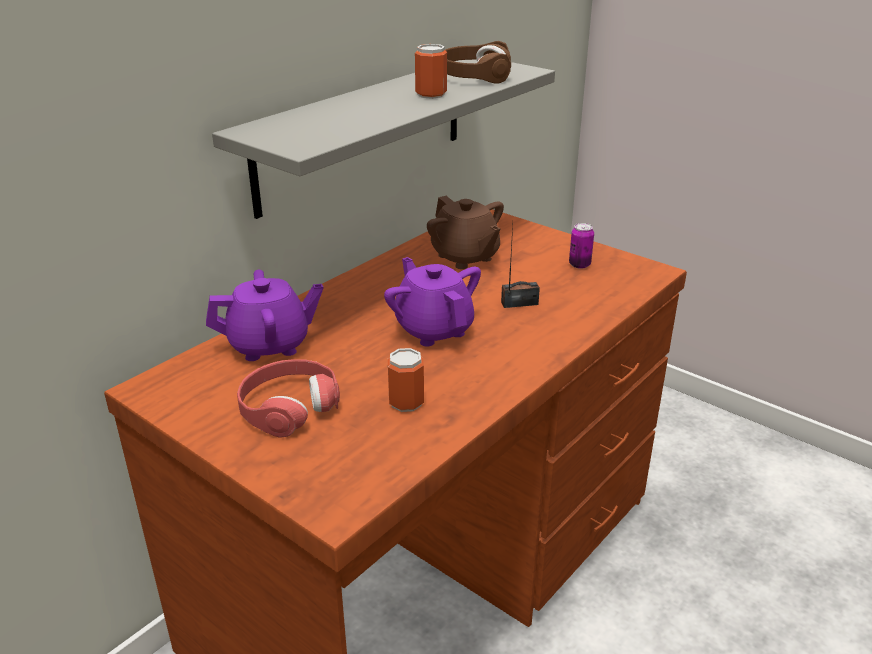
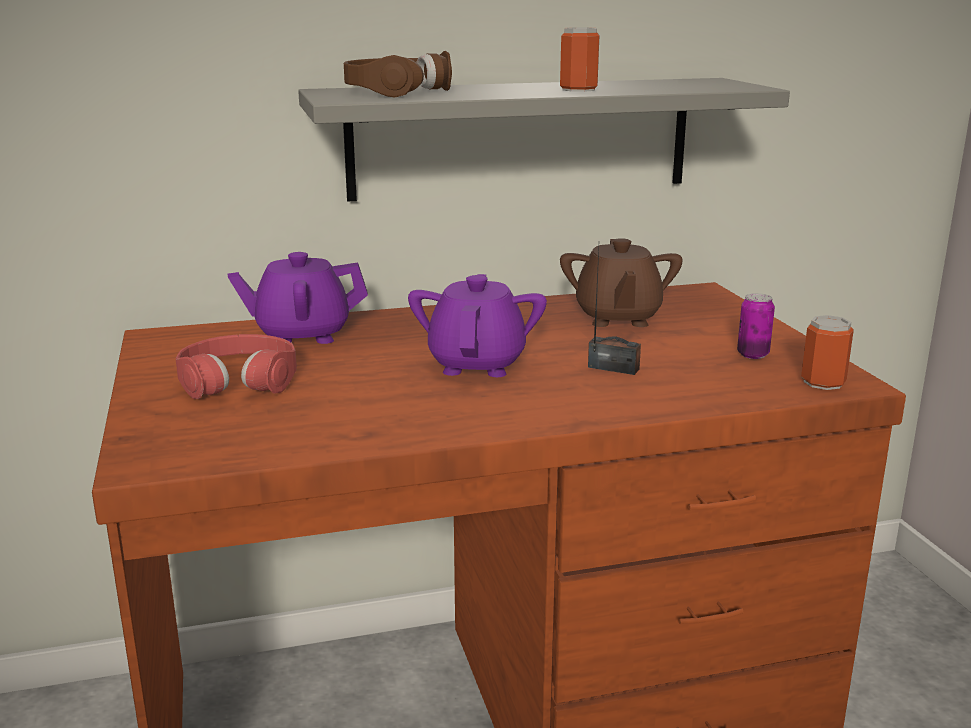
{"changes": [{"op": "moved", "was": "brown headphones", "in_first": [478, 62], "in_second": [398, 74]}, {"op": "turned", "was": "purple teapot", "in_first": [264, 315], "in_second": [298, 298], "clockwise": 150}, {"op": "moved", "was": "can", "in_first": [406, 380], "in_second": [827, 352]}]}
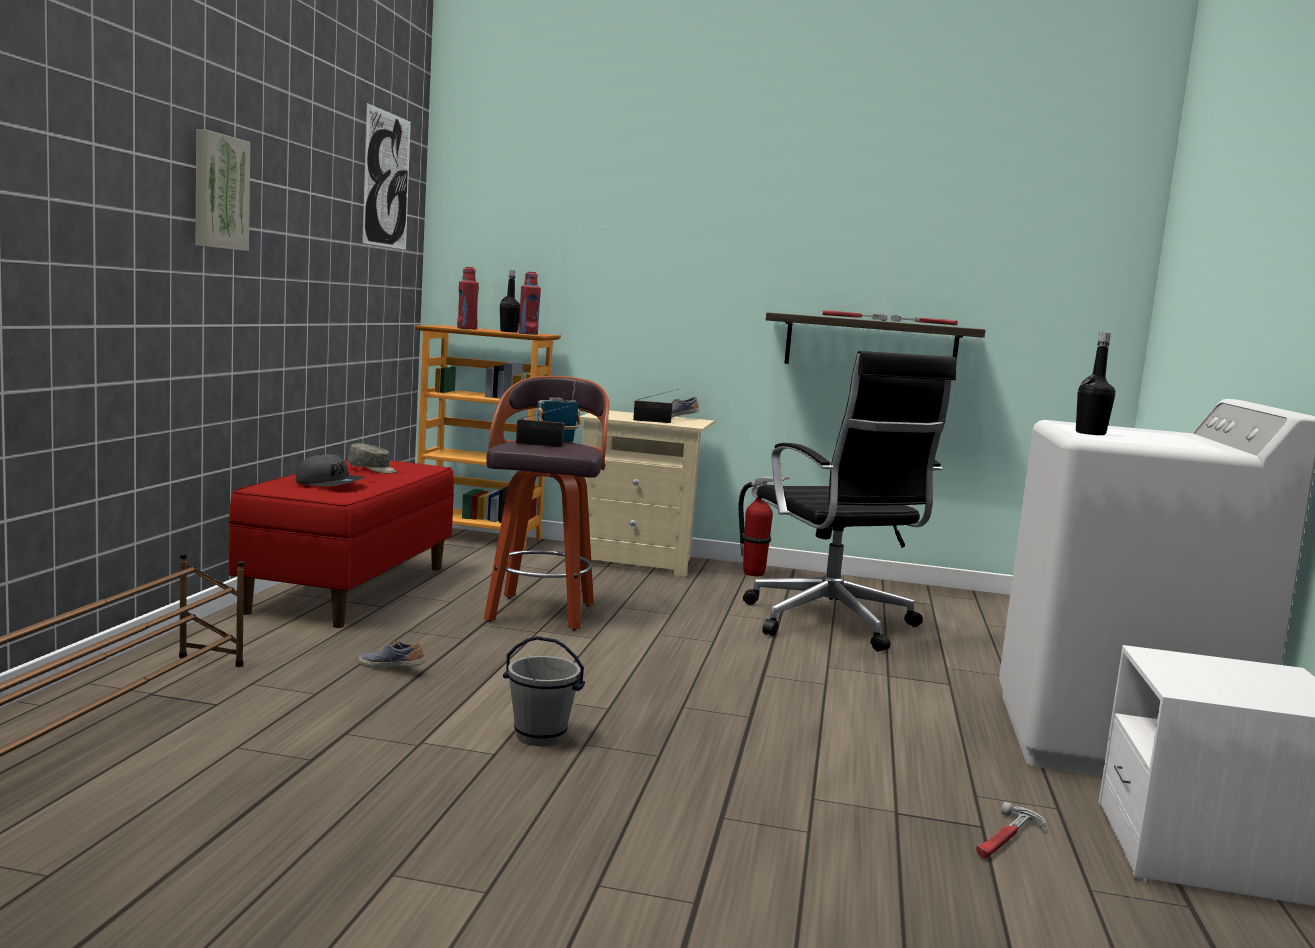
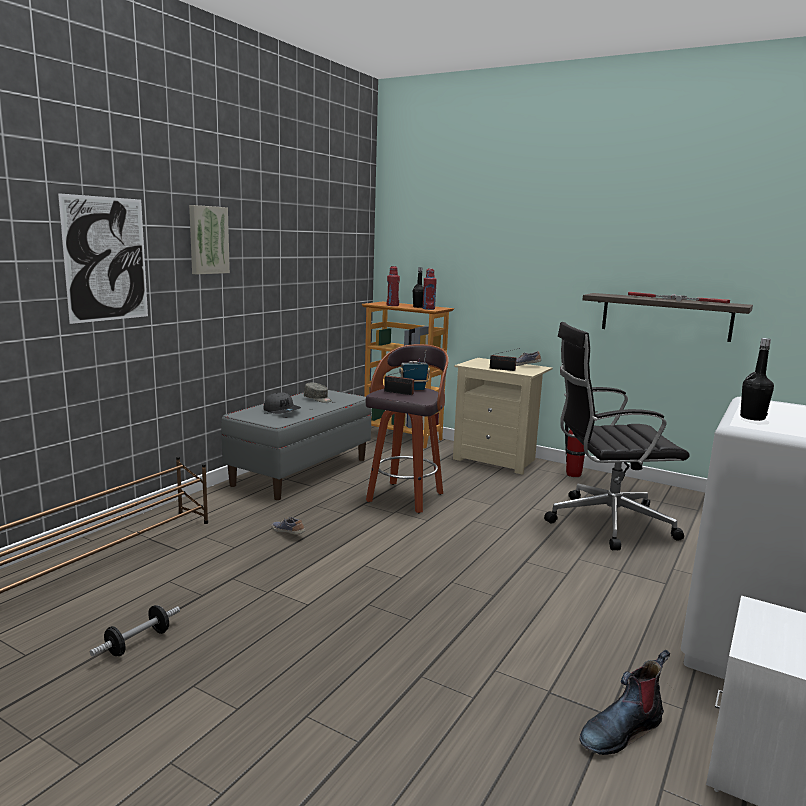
{"changes": [{"op": "moved", "was": "picture", "in_first": [386, 176], "in_second": [103, 258]}, {"op": "turned", "was": "black office chair", "in_first": [850, 501], "in_second": [617, 436], "clockwise": 90}, {"op": "recoloured", "was": "red bench", "now": "grey bench", "in_first": [341, 543], "in_second": [296, 445]}, {"op": "removed", "was": "grey bucket", "in_first": [544, 691]}, {"op": "replaced", "was": "hammer", "now": "boot", "in_first": [1011, 830], "in_second": [625, 702]}, {"op": "added", "now": "dumbbell", "in_second": [135, 631]}]}
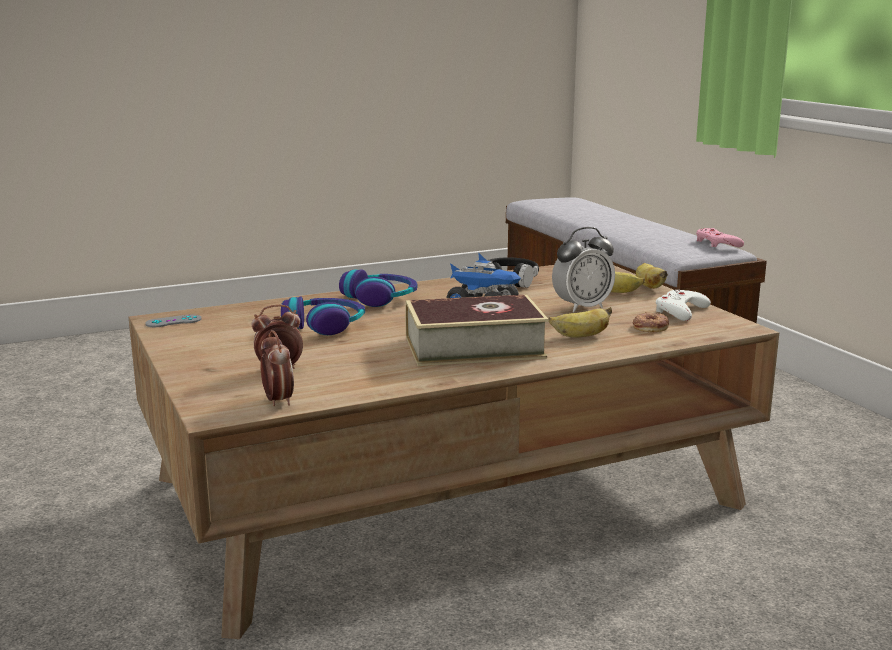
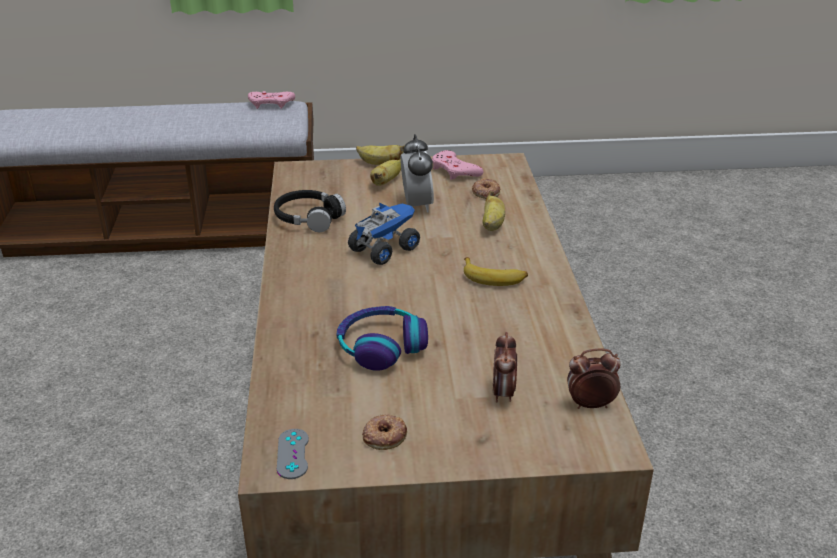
{"changes": [{"op": "removed", "was": "headphones", "in_first": [378, 288]}, {"op": "recoloured", "was": "white game controller", "now": "pink game controller", "in_first": [683, 305], "in_second": [458, 165]}, {"op": "replaced", "was": "book", "now": "banana", "in_first": [477, 330], "in_second": [496, 271]}, {"op": "added", "now": "donut", "in_second": [384, 432]}]}
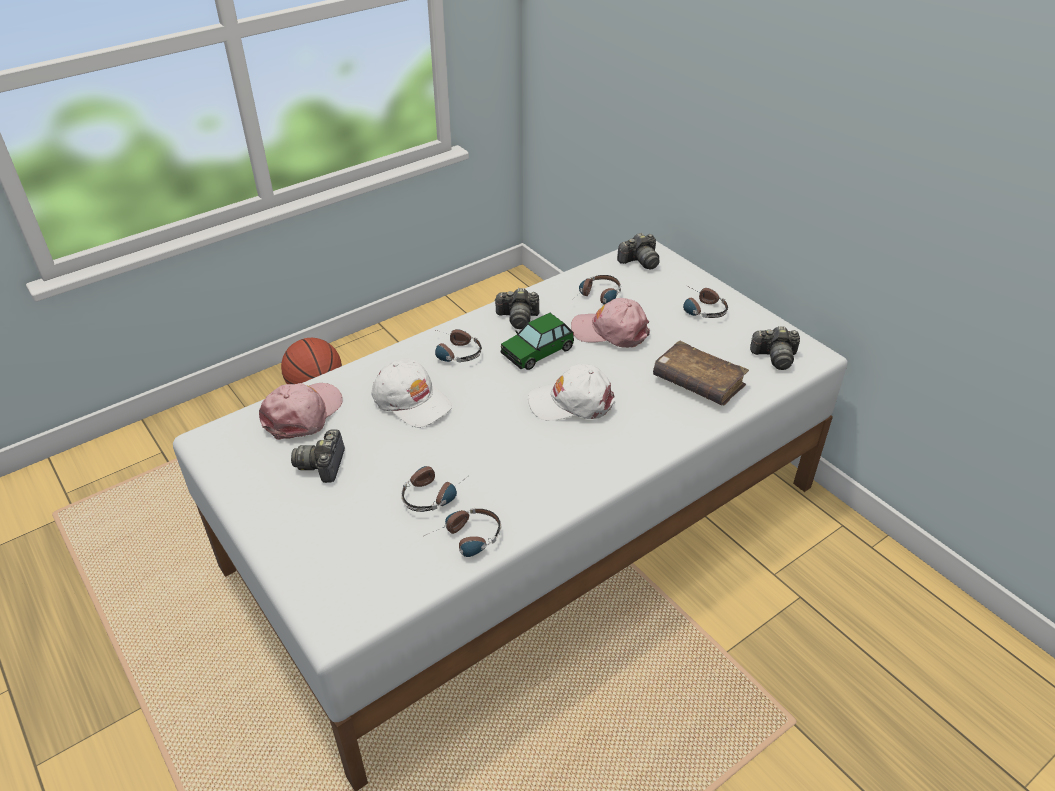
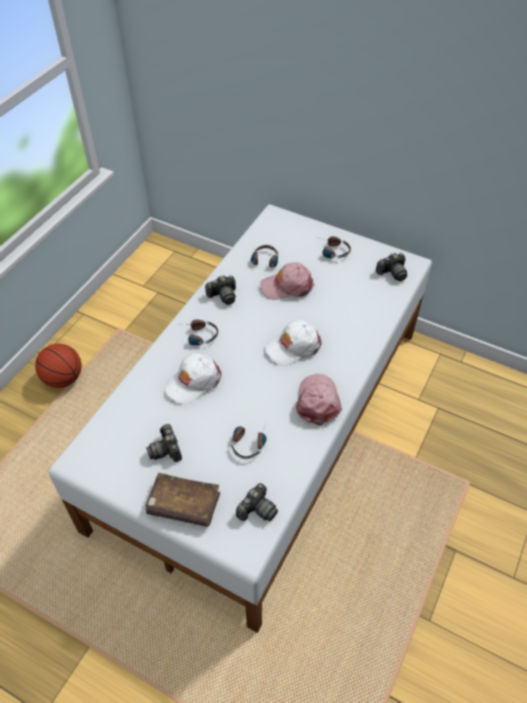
{"changes": [{"op": "moved", "was": "photo camera", "in_first": [638, 251], "in_second": [257, 502]}, {"op": "removed", "was": "toy car", "in_first": [537, 341]}, {"op": "moved", "was": "brown book", "in_first": [701, 373], "in_second": [183, 500]}, {"op": "turned", "was": "white cap", "in_first": [411, 393], "in_second": [193, 379], "clockwise": 120}, {"op": "moved", "was": "pink cap", "in_first": [301, 411], "in_second": [319, 400]}, {"op": "removed", "was": "headphones", "in_first": [462, 532]}]}
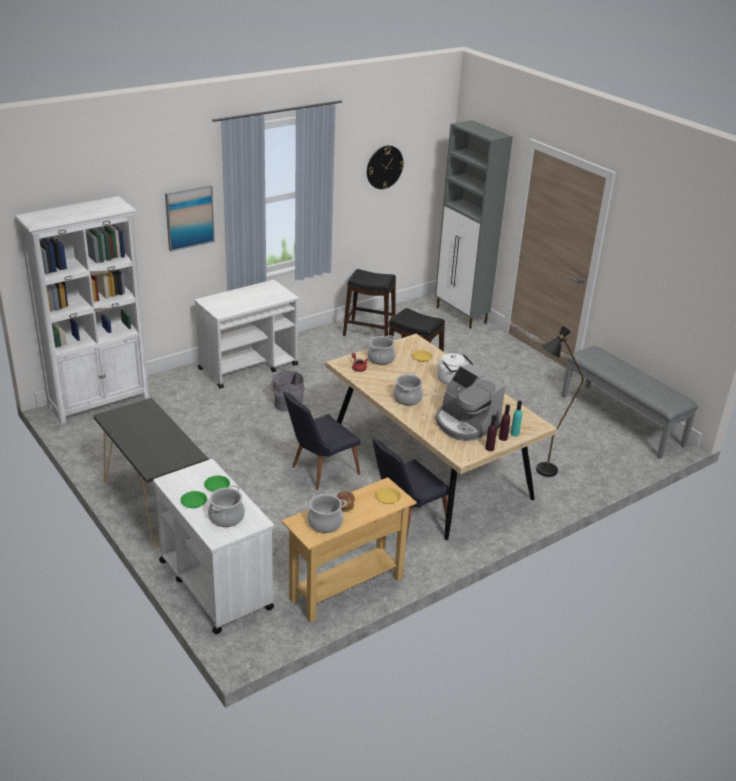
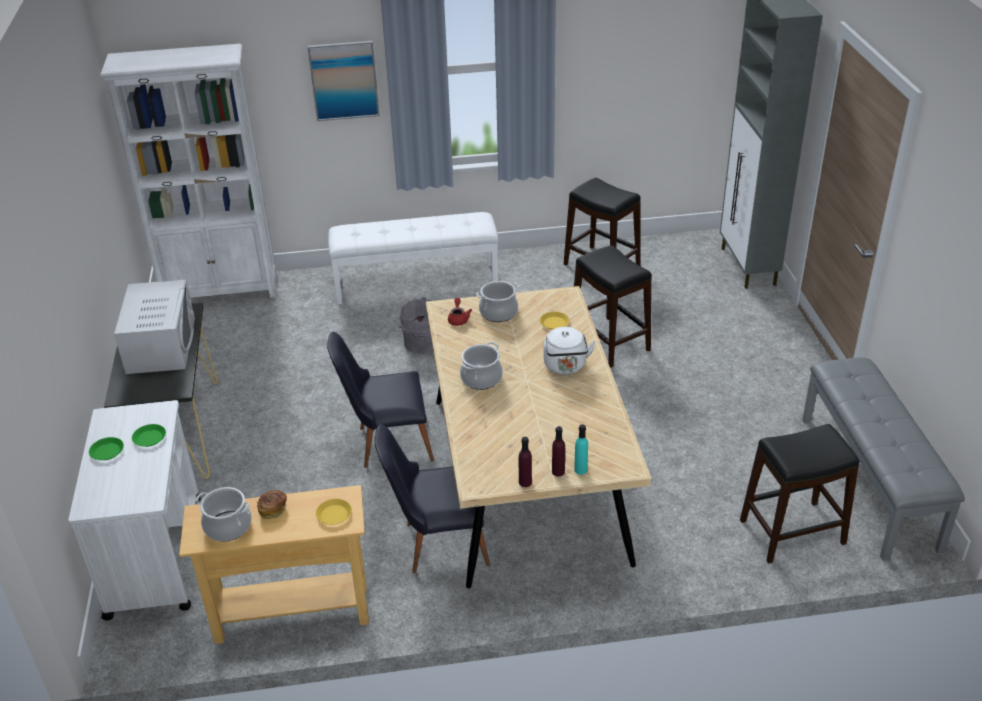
{"changes": [{"op": "removed", "was": "wall clock", "in_first": [385, 167]}, {"op": "replaced", "was": "white cart", "now": "white bench", "in_first": [247, 334], "in_second": [413, 258]}, {"op": "removed", "was": "black floor lamp", "in_first": [560, 401]}, {"op": "removed", "was": "coffee machine", "in_first": [470, 402]}, {"op": "removed", "was": "cooking pot", "in_first": [226, 506]}, {"op": "added", "now": "white microwave", "in_second": [154, 327]}, {"op": "added", "now": "black stool", "in_second": [800, 494]}]}
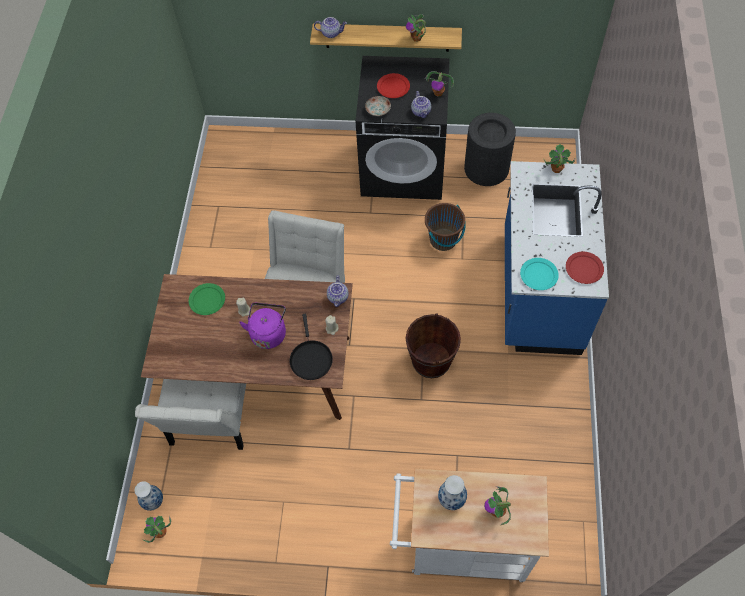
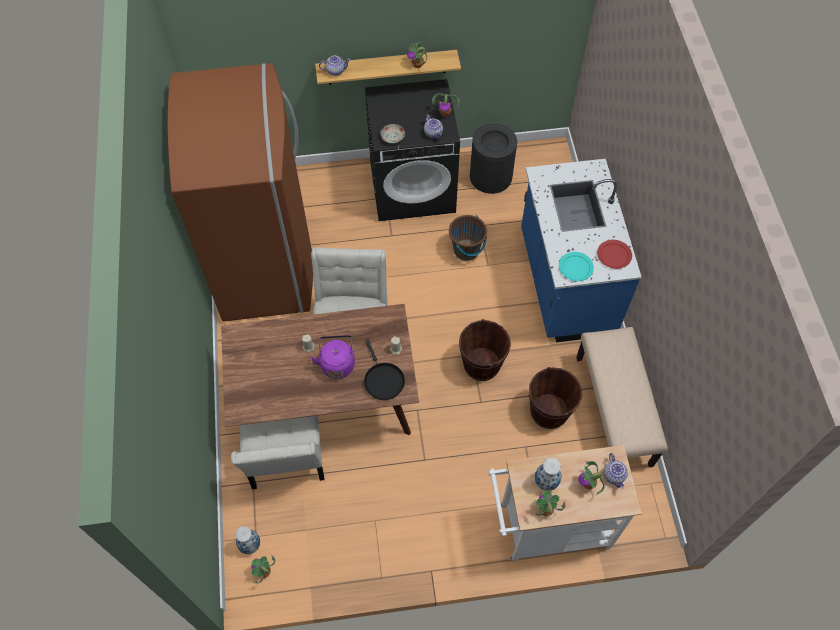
{"changes": [{"op": "removed", "was": "red plate", "in_first": [393, 85]}, {"op": "moved", "was": "potted plant", "in_first": [559, 158], "in_second": [548, 503]}, {"op": "moved", "was": "teapot", "in_first": [338, 291], "in_second": [616, 471]}, {"op": "removed", "was": "green plate", "in_first": [207, 299]}, {"op": "added", "now": "brown fridge", "in_second": [240, 192]}, {"op": "added", "now": "beige bench", "in_second": [622, 397]}, {"op": "added", "now": "brown bucket", "in_second": [555, 398]}]}
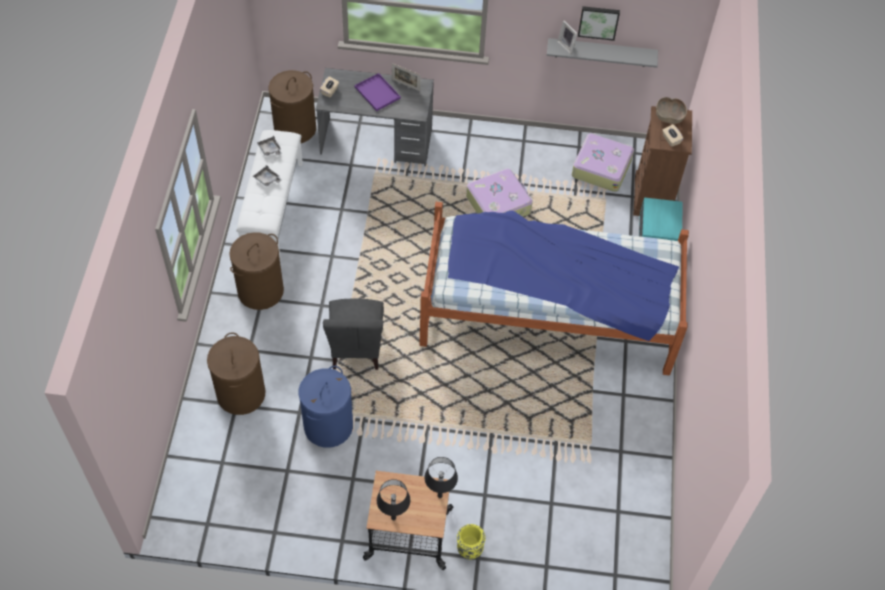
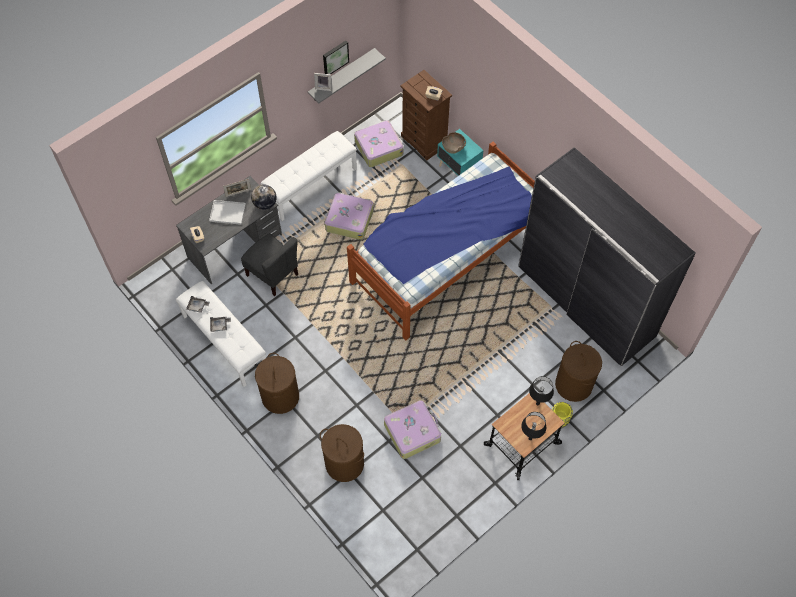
{"changes": [{"op": "moved", "was": "brown laundry basket", "in_first": [292, 106], "in_second": [578, 371]}, {"op": "recoloured", "was": "purple tray", "now": "white tray", "in_first": [377, 92], "in_second": [227, 212]}, {"op": "moved", "was": "brown bowl", "in_first": [671, 110], "in_second": [454, 143]}, {"op": "moved", "was": "grey chair", "in_first": [353, 334], "in_second": [269, 264]}, {"op": "replaced", "was": "blue laundry basket", "now": "suitcase", "in_first": [325, 407], "in_second": [413, 429]}, {"op": "added", "now": "white bench", "in_second": [308, 176]}, {"op": "added", "now": "grey wardrobe", "in_second": [607, 256]}, {"op": "added", "now": "globe", "in_second": [264, 197]}]}
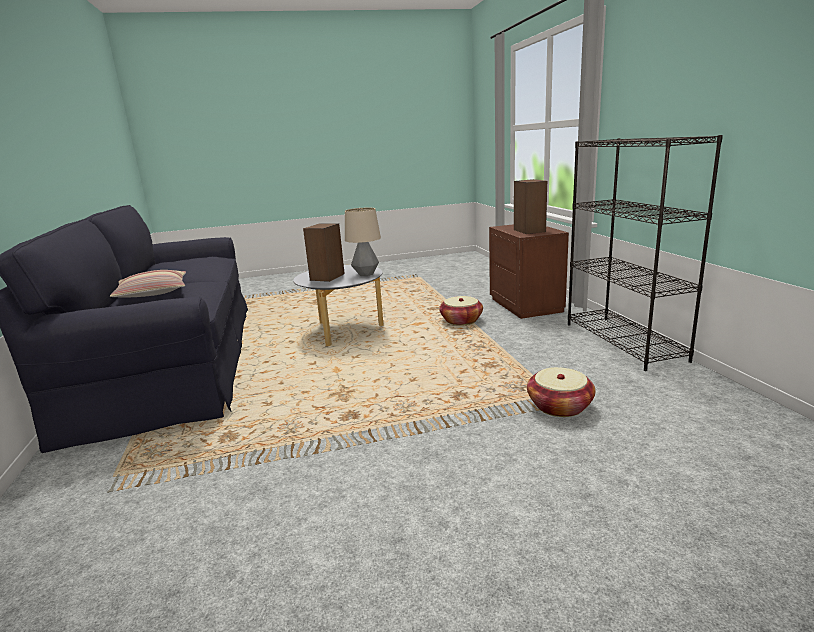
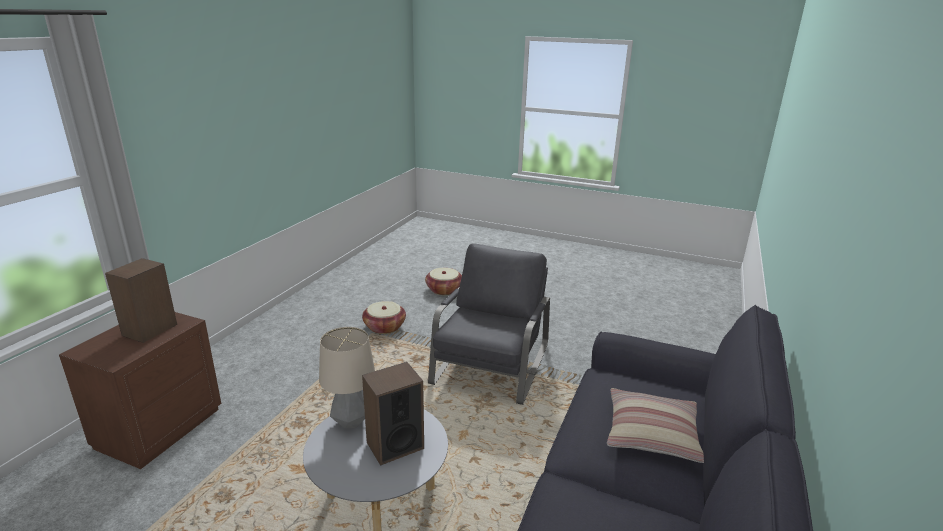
{"changes": [{"op": "removed", "was": "black bookcase", "in_first": [645, 253]}, {"op": "moved", "was": "basket", "in_first": [461, 311], "in_second": [443, 281]}, {"op": "added", "now": "grey armchair", "in_second": [489, 324]}]}
